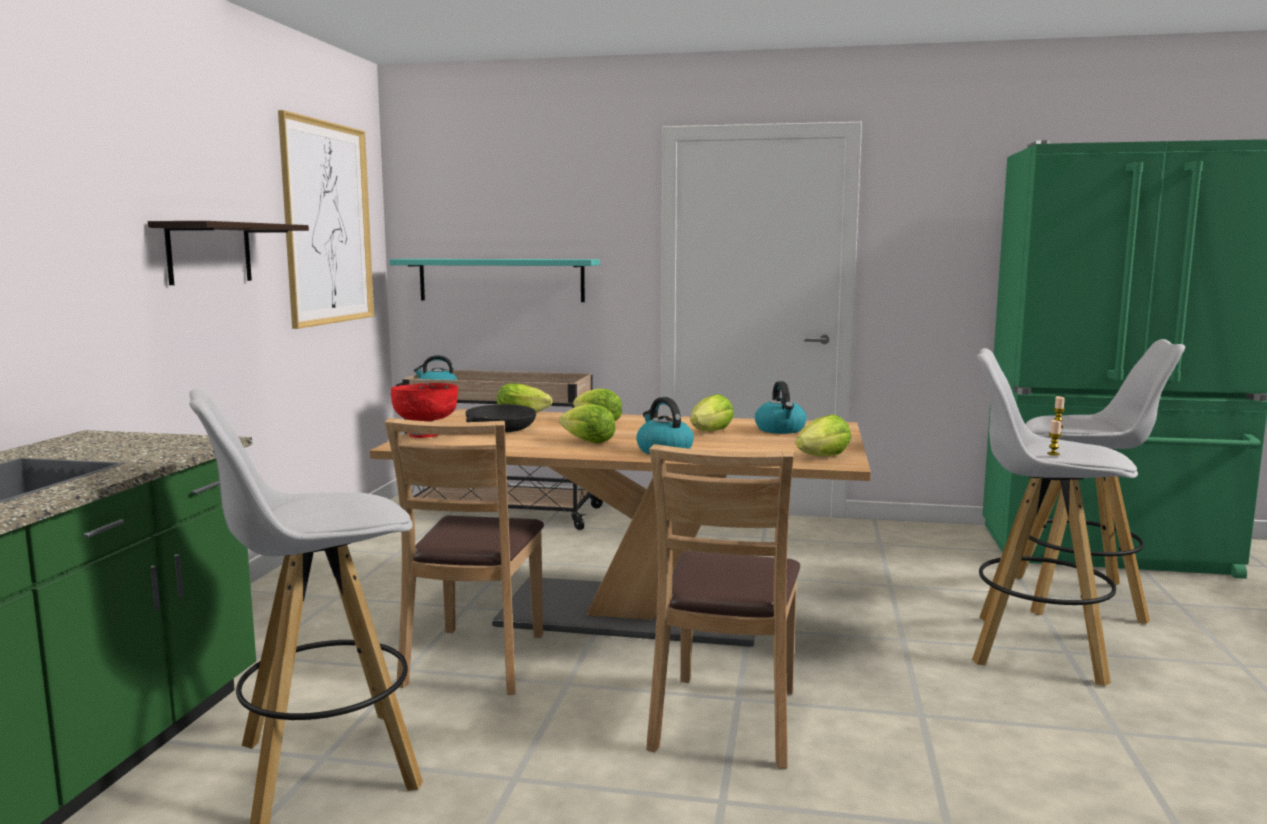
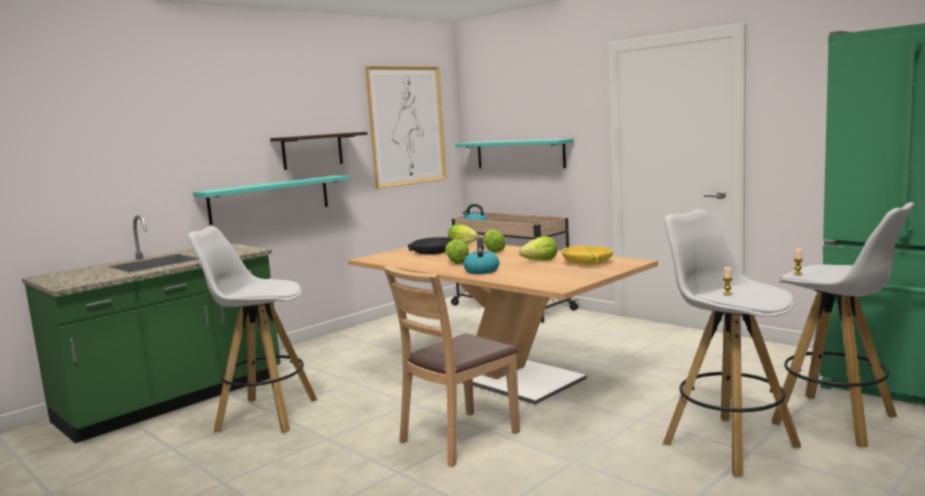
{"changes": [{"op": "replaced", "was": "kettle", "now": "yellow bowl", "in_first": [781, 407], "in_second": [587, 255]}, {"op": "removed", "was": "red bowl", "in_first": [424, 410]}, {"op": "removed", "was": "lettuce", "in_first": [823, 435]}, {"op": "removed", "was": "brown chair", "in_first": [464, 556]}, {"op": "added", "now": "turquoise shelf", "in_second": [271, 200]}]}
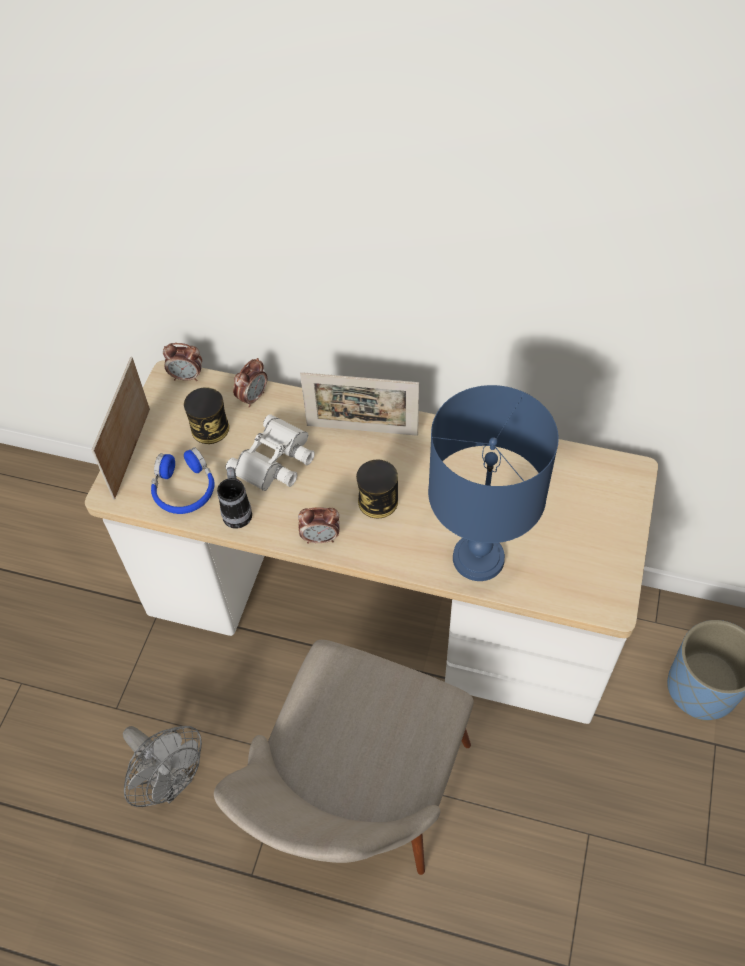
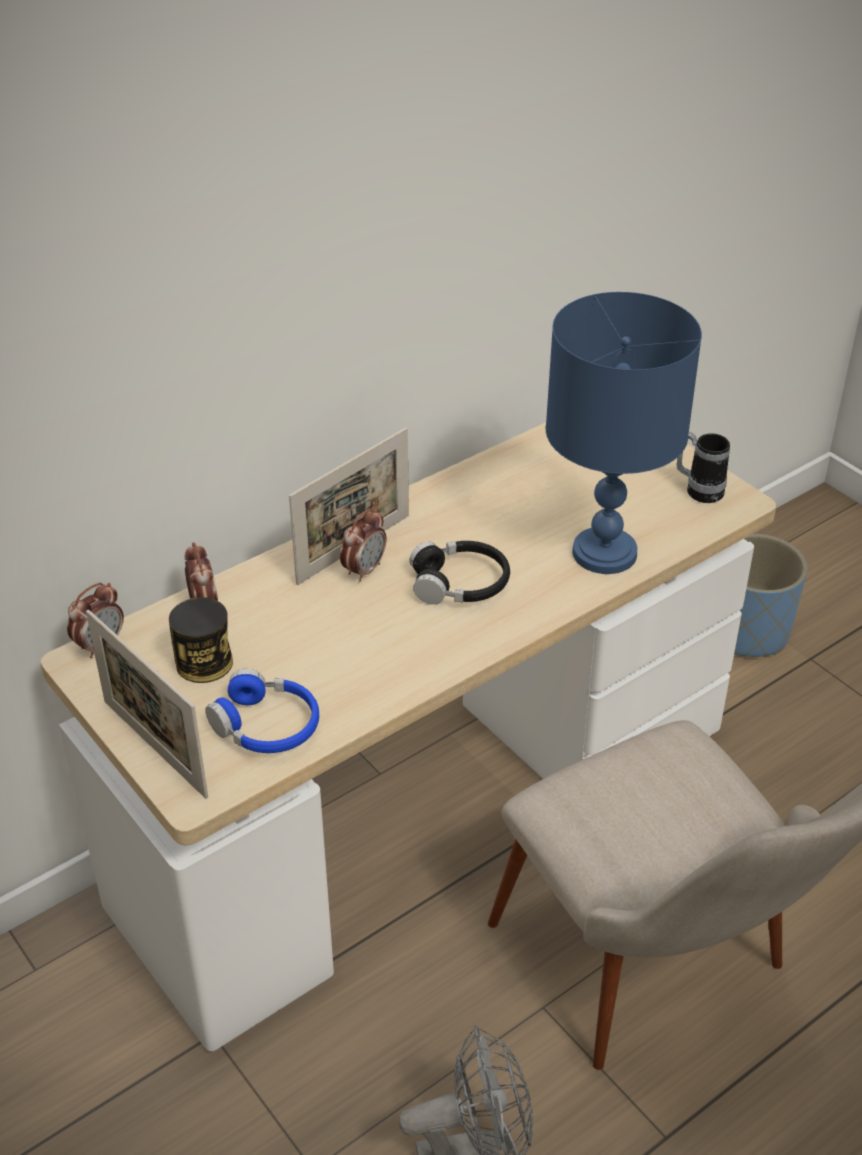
{"changes": [{"op": "removed", "was": "white binoculars", "in_first": [270, 452]}, {"op": "replaced", "was": "can", "now": "black headphones", "in_first": [377, 489], "in_second": [459, 573]}, {"op": "moved", "was": "mug", "in_first": [234, 498], "in_second": [703, 467]}, {"op": "moved", "was": "alarm clock", "in_first": [319, 525], "in_second": [363, 545]}]}
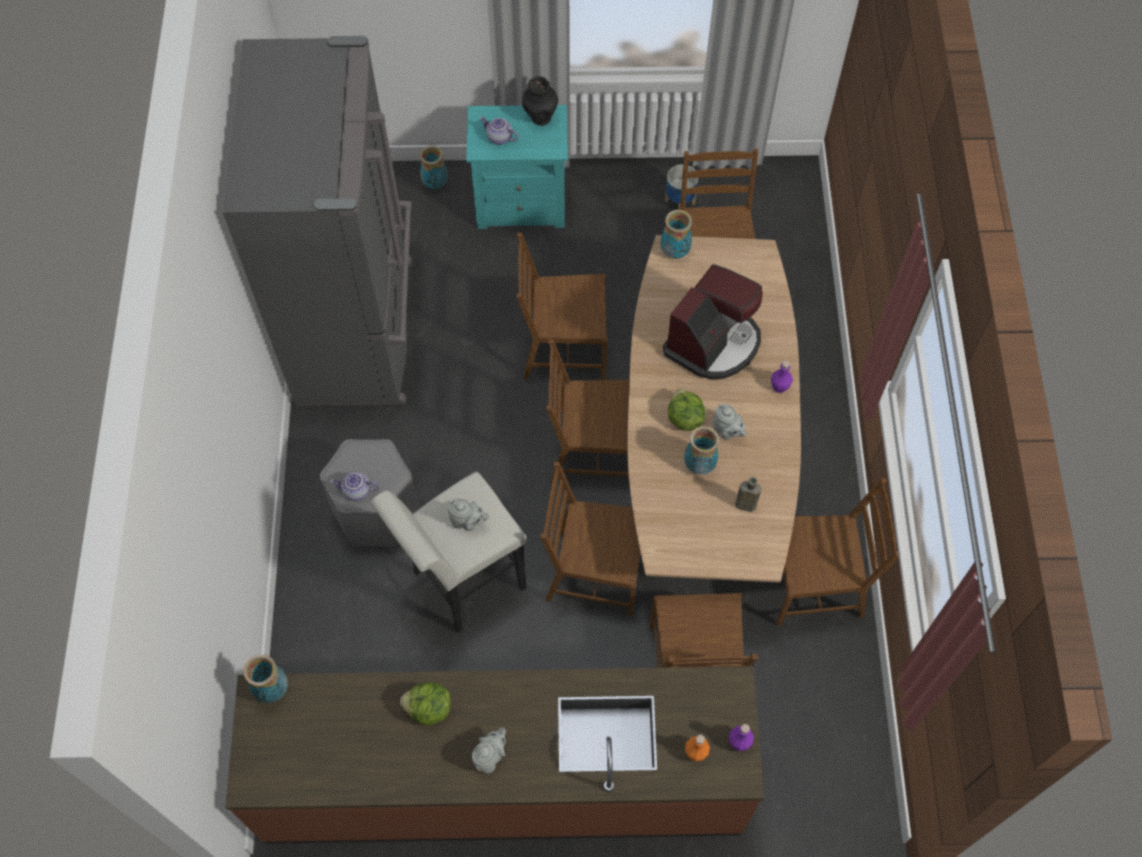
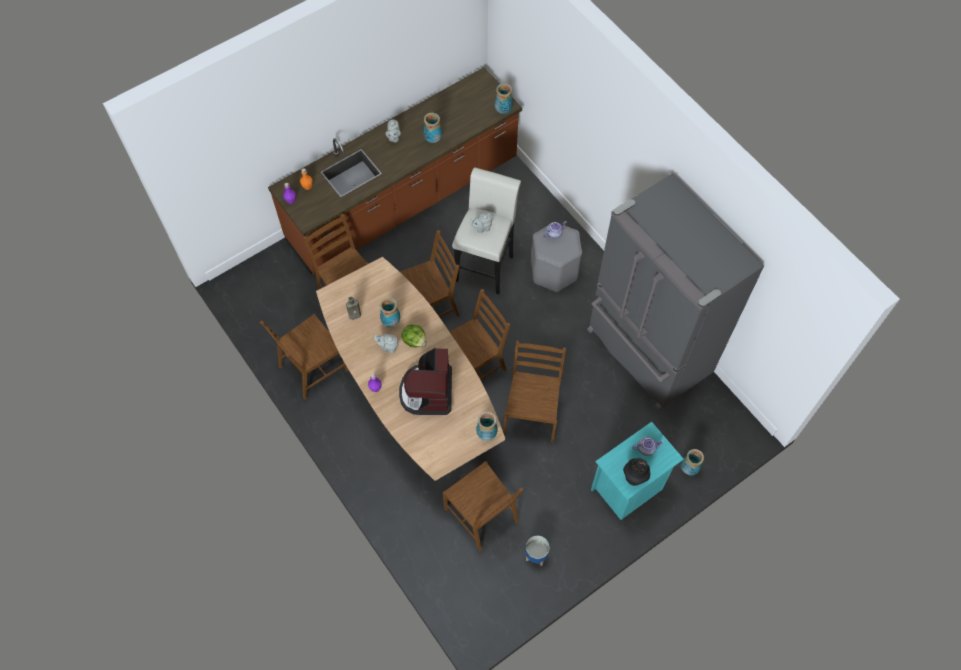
{"changes": [{"op": "turned", "was": "brown chair", "in_first": [562, 306], "in_second": [534, 391], "clockwise": -45}, {"op": "replaced", "was": "lettuce", "now": "vase", "in_first": [425, 704], "in_second": [432, 128]}]}
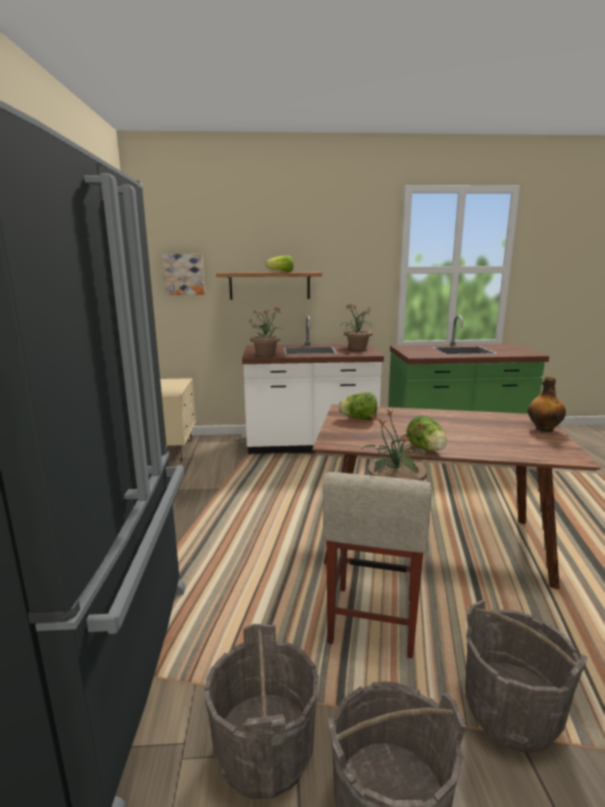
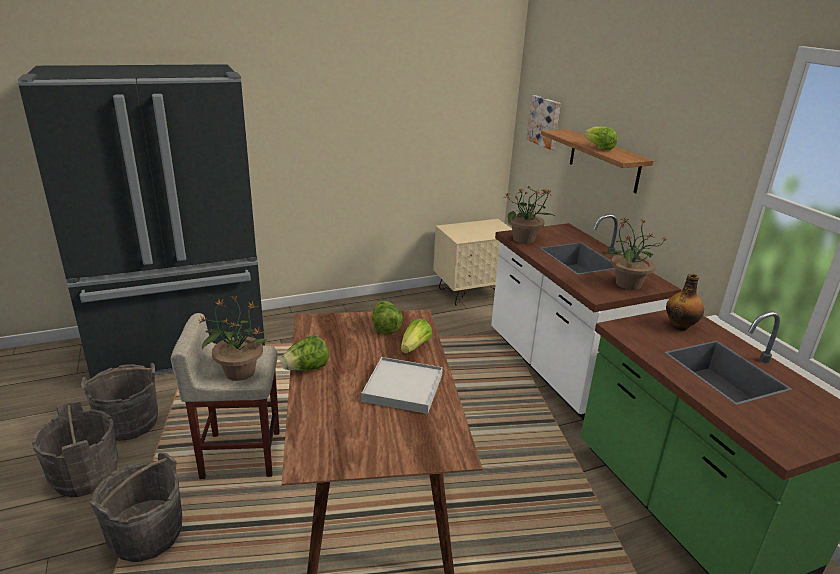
{"changes": [{"op": "moved", "was": "bottle", "in_first": [547, 404], "in_second": [685, 302]}, {"op": "added", "now": "lettuce", "in_second": [416, 336]}, {"op": "added", "now": "white tray", "in_second": [402, 385]}]}
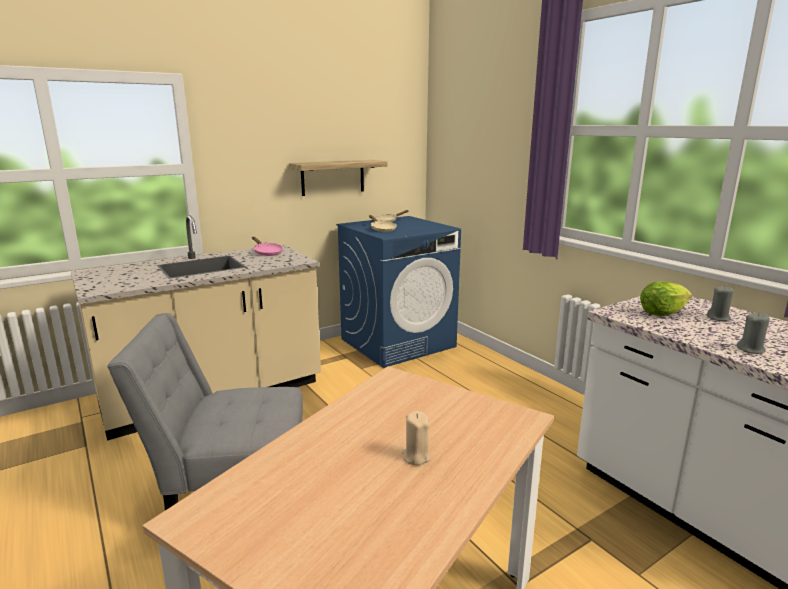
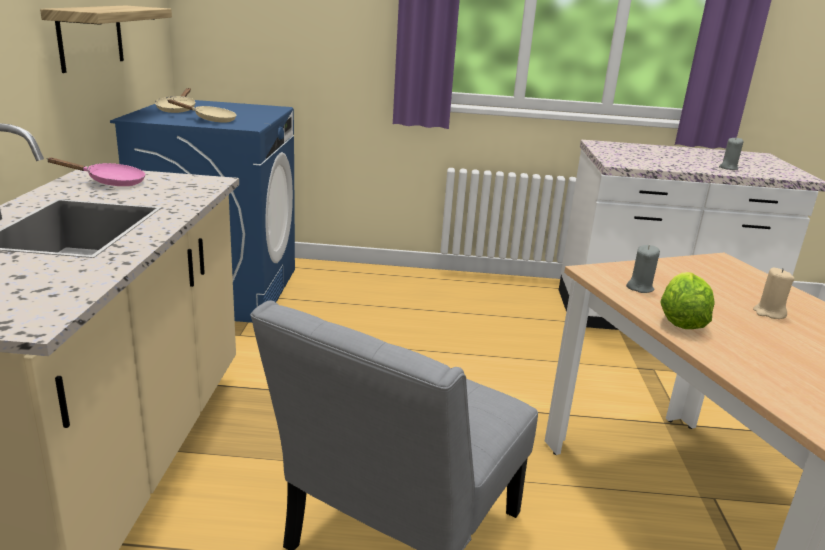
{"changes": [{"op": "moved", "was": "lettuce", "in_first": [666, 299], "in_second": [688, 300]}, {"op": "moved", "was": "grey candle", "in_first": [720, 303], "in_second": [643, 269]}]}
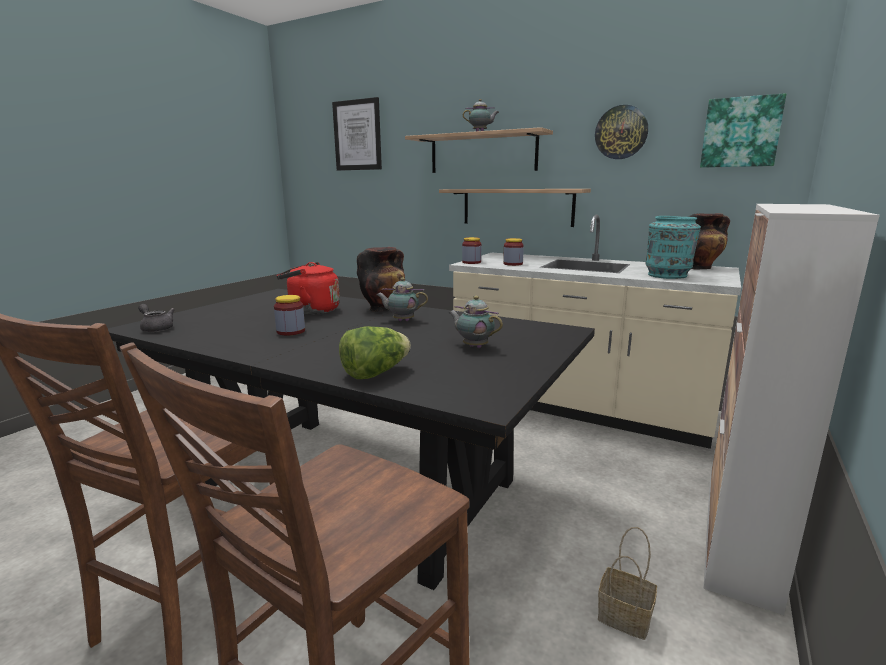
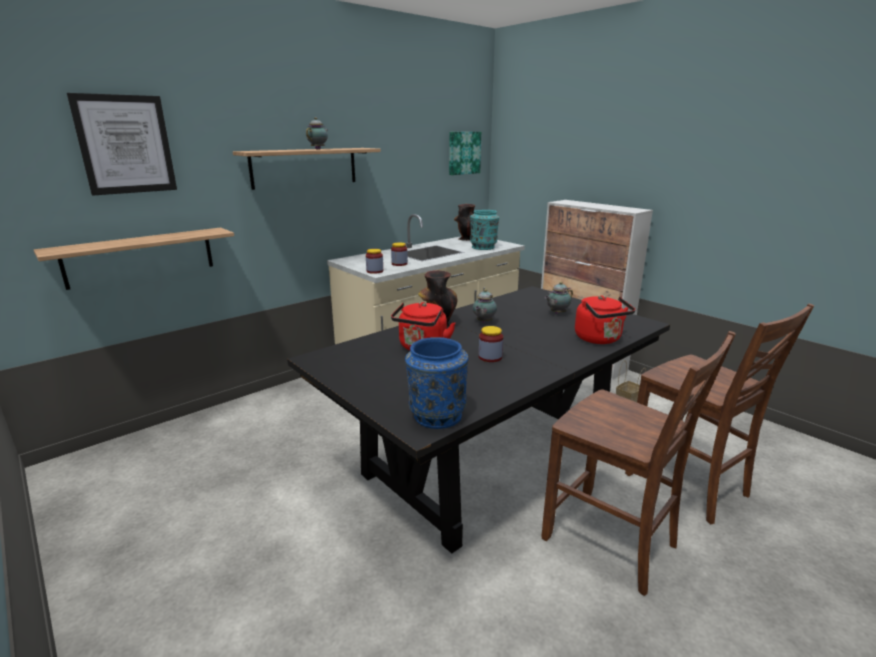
{"changes": [{"op": "removed", "was": "wall clock", "in_first": [621, 132]}, {"op": "moved", "was": "shelf", "in_first": [515, 208], "in_second": [134, 259]}, {"op": "replaced", "was": "grey teapot", "now": "blue vase", "in_first": [156, 318], "in_second": [436, 383]}, {"op": "replaced", "was": "lettuce", "now": "red kettle", "in_first": [375, 352], "in_second": [605, 319]}]}
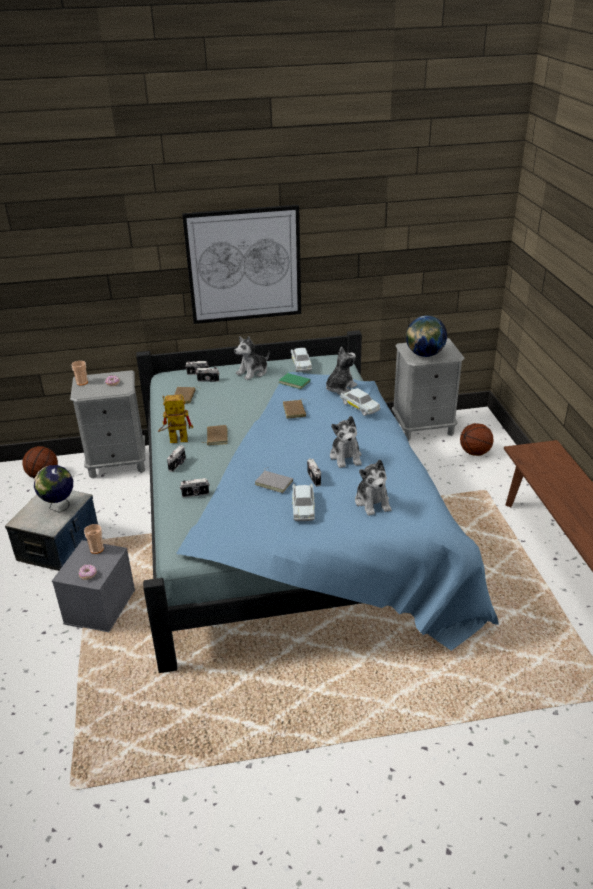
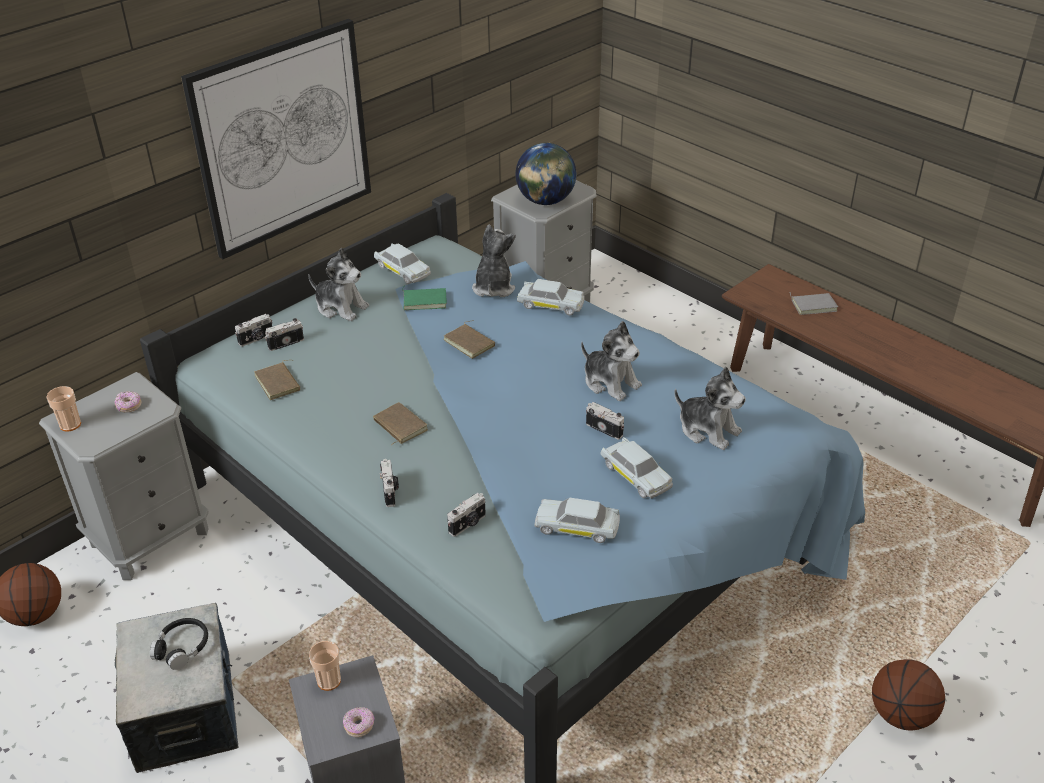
{"changes": [{"op": "turned", "was": "plush toy", "in_first": [251, 358], "in_second": [338, 284], "clockwise": -75}, {"op": "removed", "was": "toy robot", "in_first": [175, 419]}, {"op": "moved", "was": "basketball", "in_first": [477, 439], "in_second": [908, 695]}, {"op": "replaced", "was": "globe", "now": "black headphones", "in_first": [53, 489], "in_second": [179, 644]}, {"op": "moved", "was": "grey book", "in_first": [274, 480], "in_second": [814, 303]}, {"op": "added", "now": "white toy car", "in_second": [577, 520]}]}
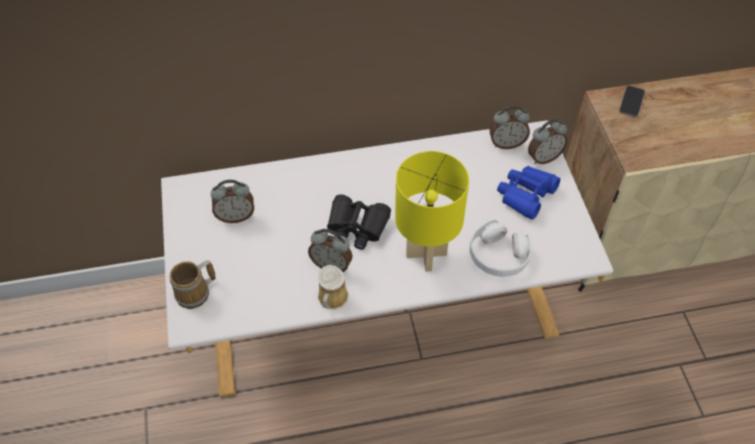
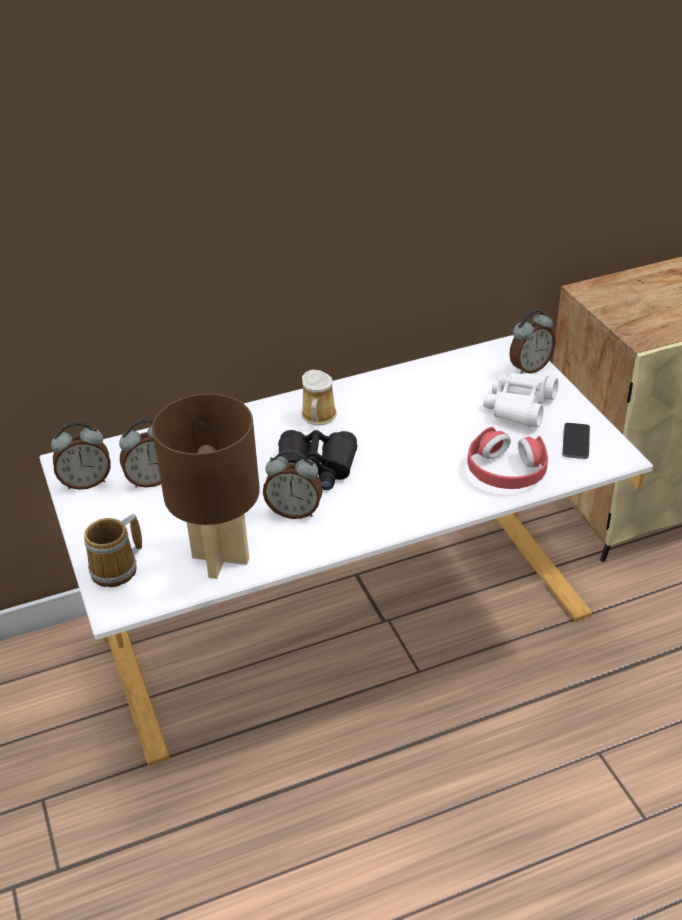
{"changes": [{"op": "moved", "was": "phone", "in_first": [632, 101], "in_second": [576, 441]}, {"op": "moved", "was": "alarm clock", "in_first": [509, 127], "in_second": [81, 456]}, {"op": "removed", "was": "yellow table lamp", "in_first": [432, 211]}, {"op": "recoloured", "was": "blue binoculars", "now": "white binoculars", "in_first": [528, 193], "in_second": [520, 400]}, {"op": "recoloured", "was": "white headphones", "now": "red headphones", "in_first": [500, 248], "in_second": [507, 458]}, {"op": "moved", "was": "mug", "in_first": [333, 287], "in_second": [319, 397]}, {"op": "added", "now": "brown table lamp", "in_second": [206, 486]}]}
